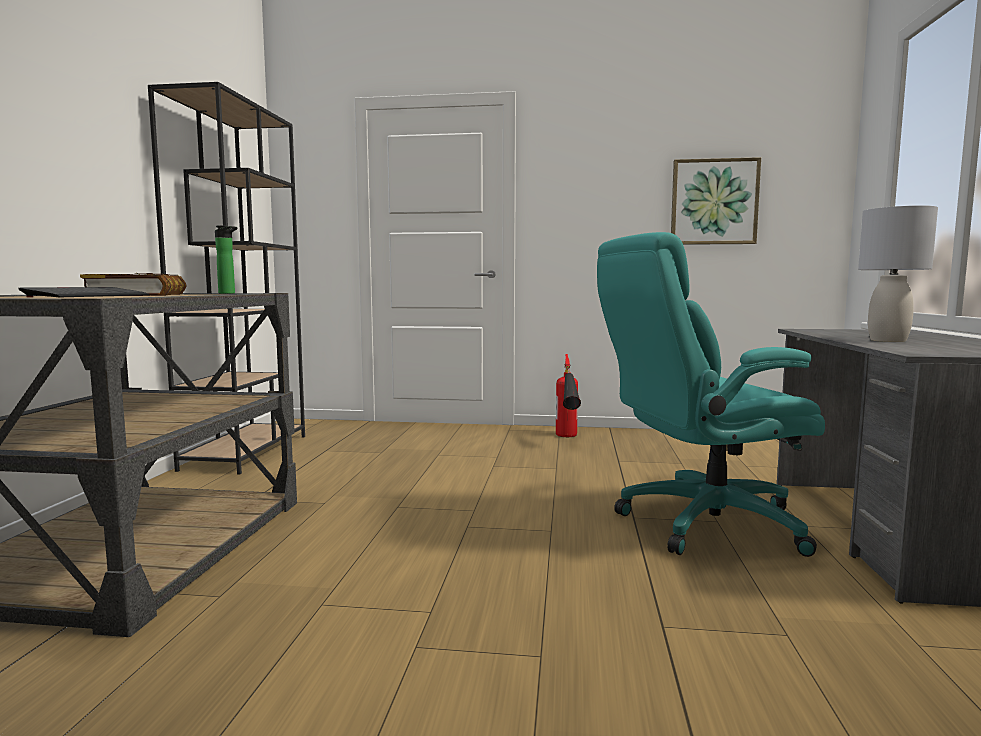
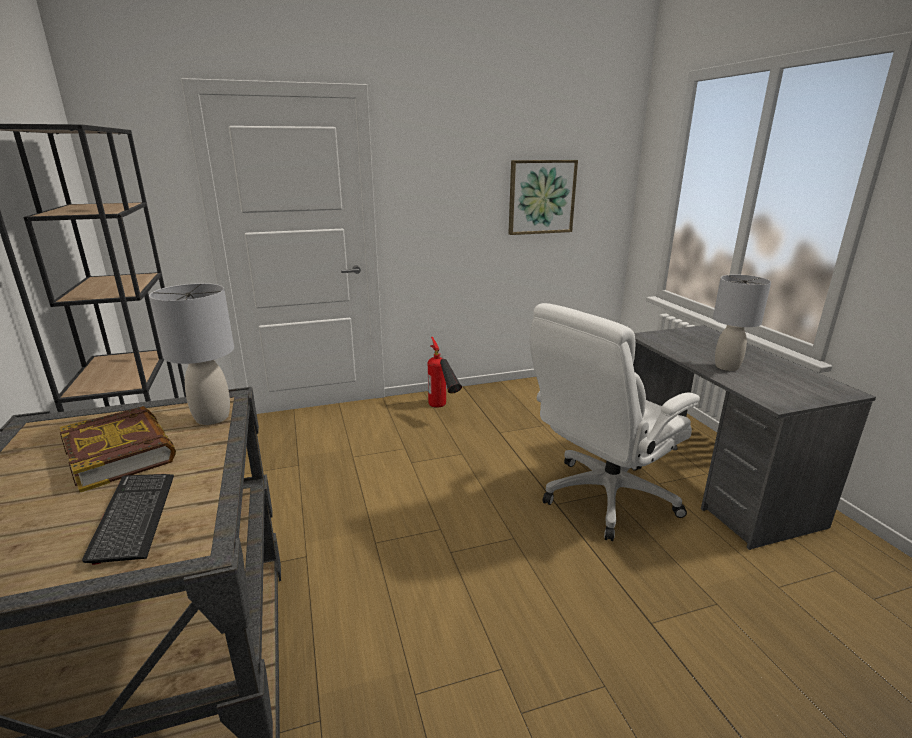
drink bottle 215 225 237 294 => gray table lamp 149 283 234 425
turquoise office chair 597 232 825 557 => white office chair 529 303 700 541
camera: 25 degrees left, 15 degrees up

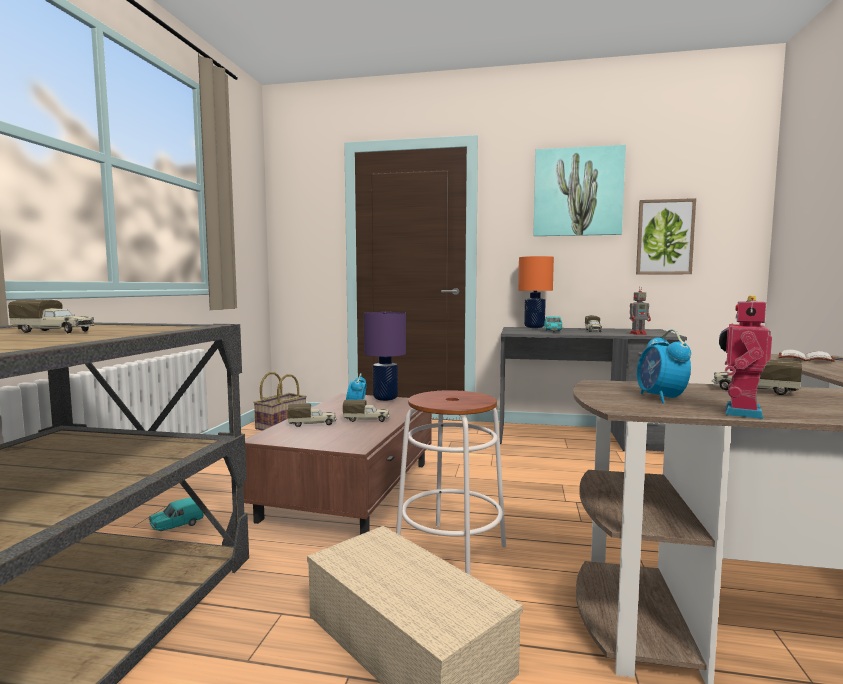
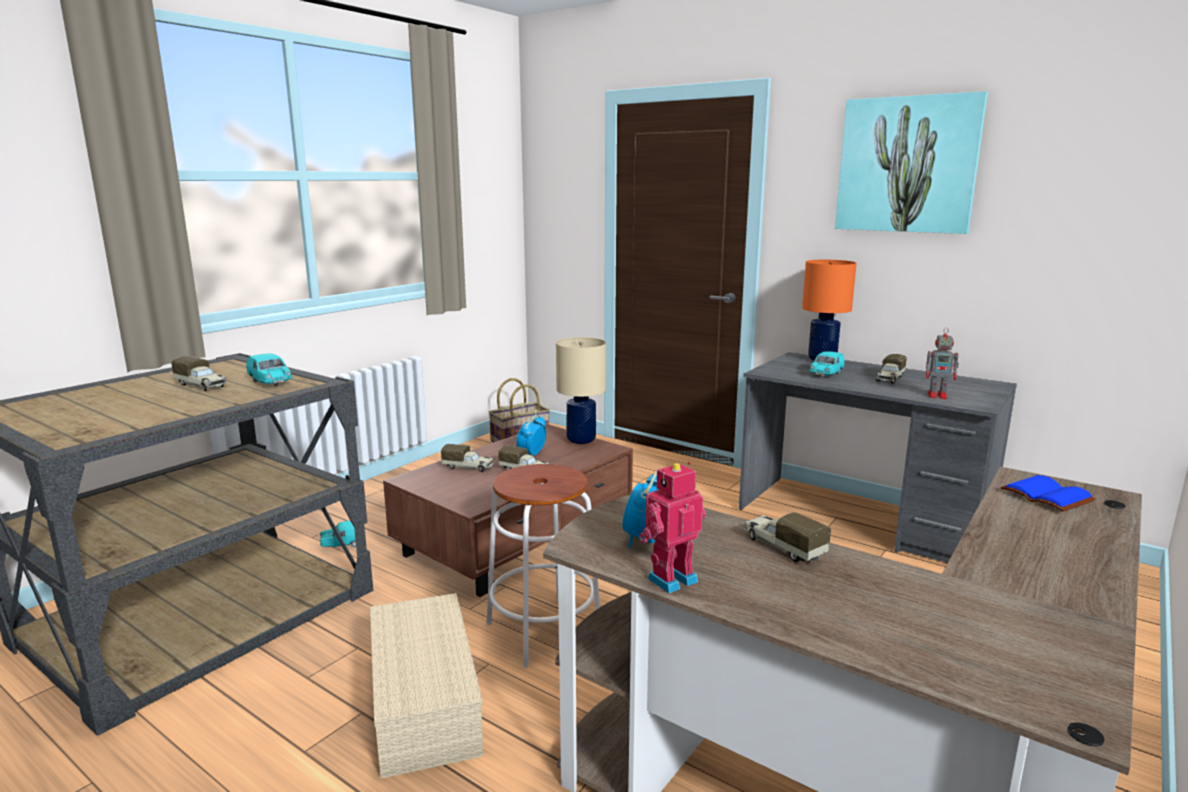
nothing => turquoise toy car 246 353 292 386
purple table lamp 364 312 406 401 => sand-coloured table lamp 556 337 606 444
white volume 779 350 835 362 => blue volume 1001 475 1096 512
picture 636 198 696 275 => nothing
camera: 25 degrees right, 10 degrees up

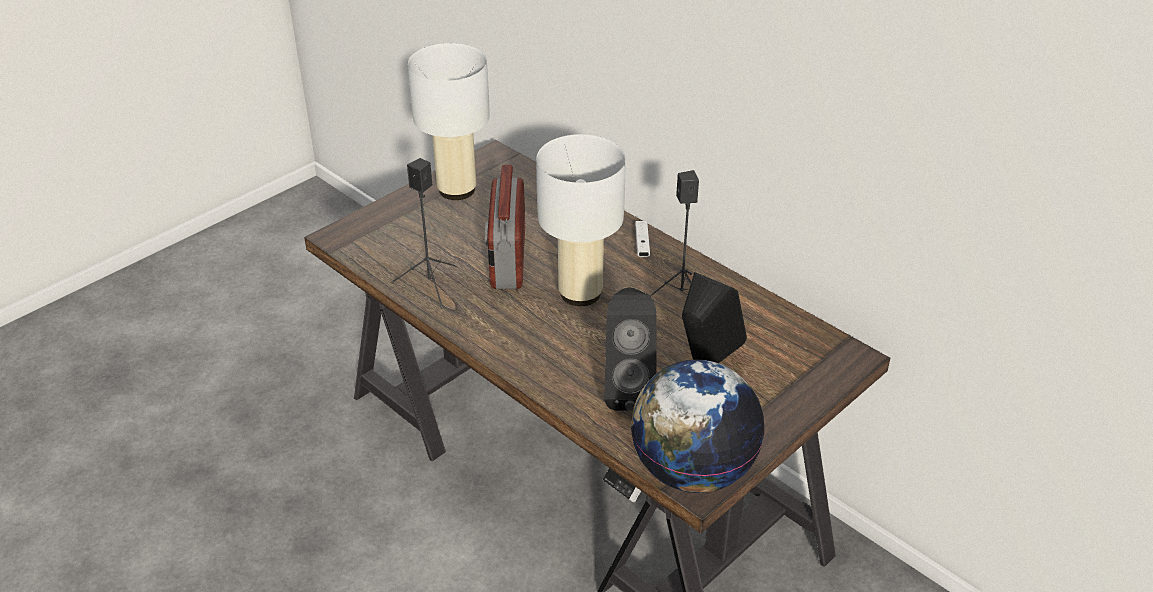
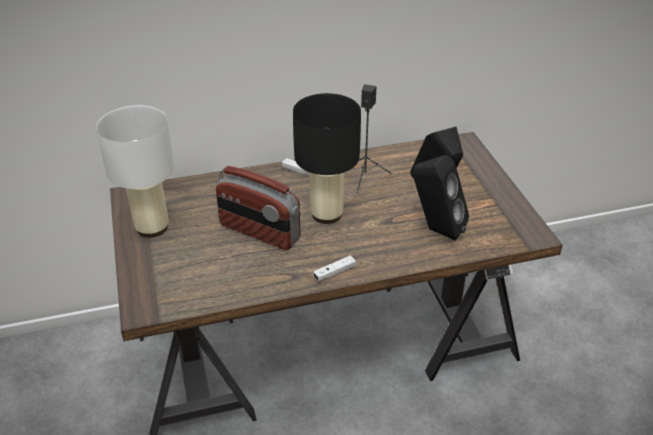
white table lamp 536 134 625 306 => black-coloured table lamp 293 93 361 224
nothing => white joypad 313 255 356 281
black-coloured speaker 392 158 456 308 => nothing
desk globe 631 360 765 493 => nothing
camera: 60 degrees left, 0 degrees up

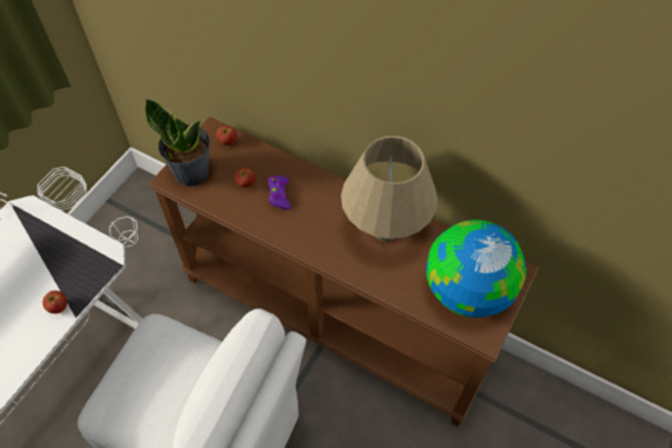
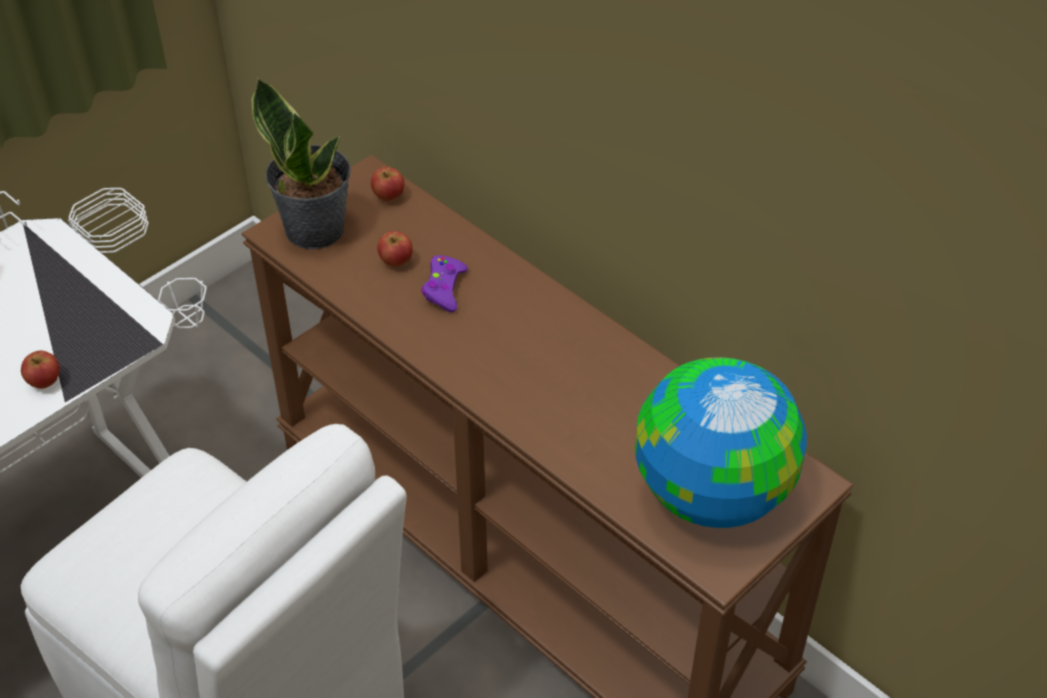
sand-coloured table lamp 341 136 438 242 => nothing
camera: 15 degrees right, 10 degrees down

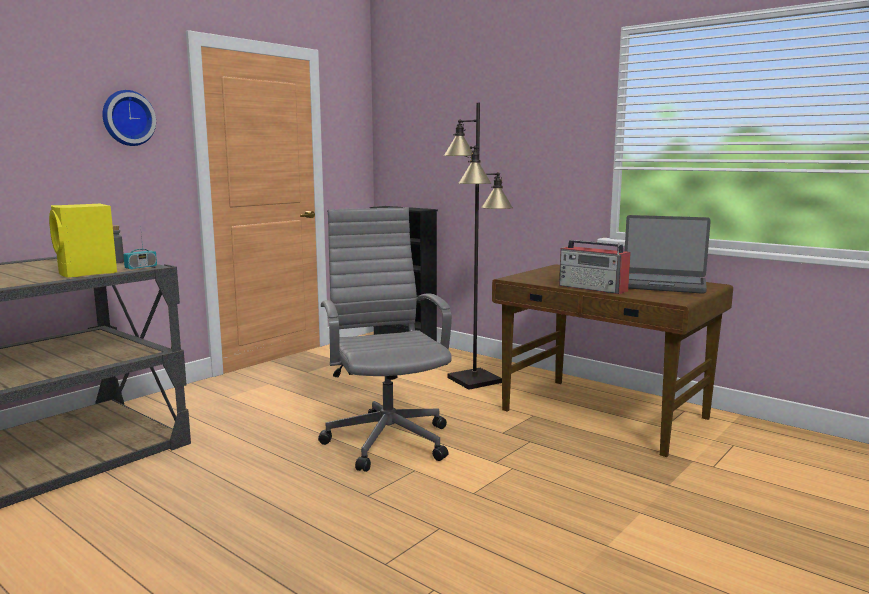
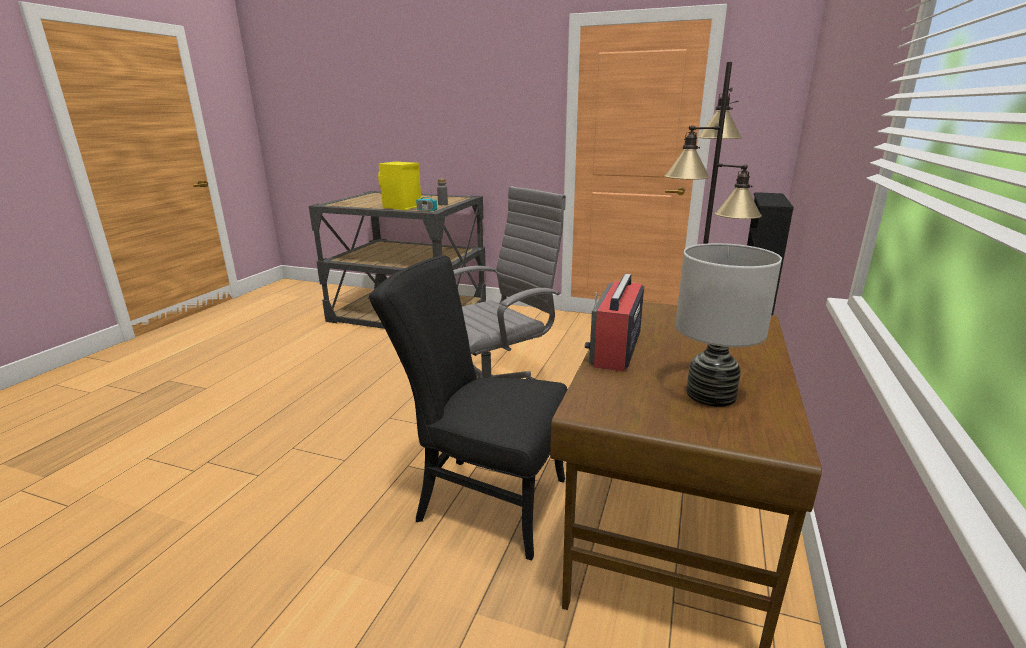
nothing => black-coloured plain chair 368 255 568 560
notebook computer 625 215 711 294 => gray table lamp 675 243 782 407
clock on the wall 102 90 156 146 => nothing
camera: 70 degrees right, 10 degrees up

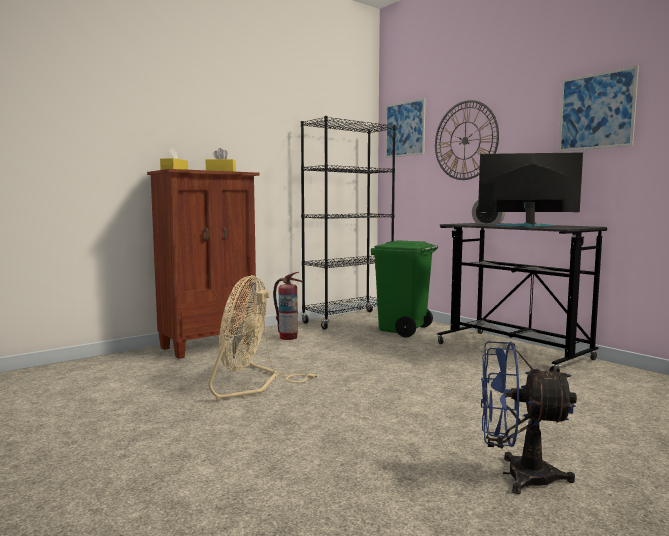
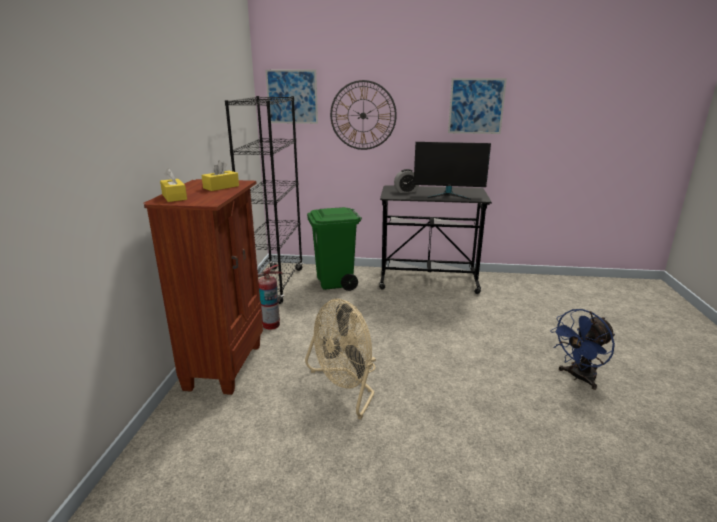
monitor 478 152 583 227 => monitor 414 142 491 200, 135 degrees counterclockwise
camera: 45 degrees left, 15 degrees up

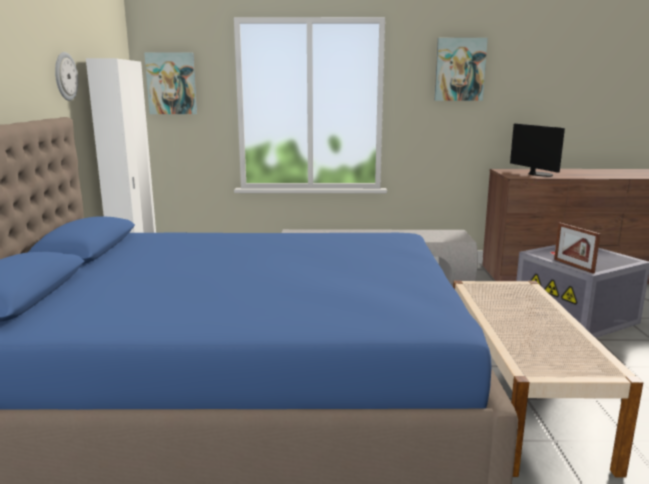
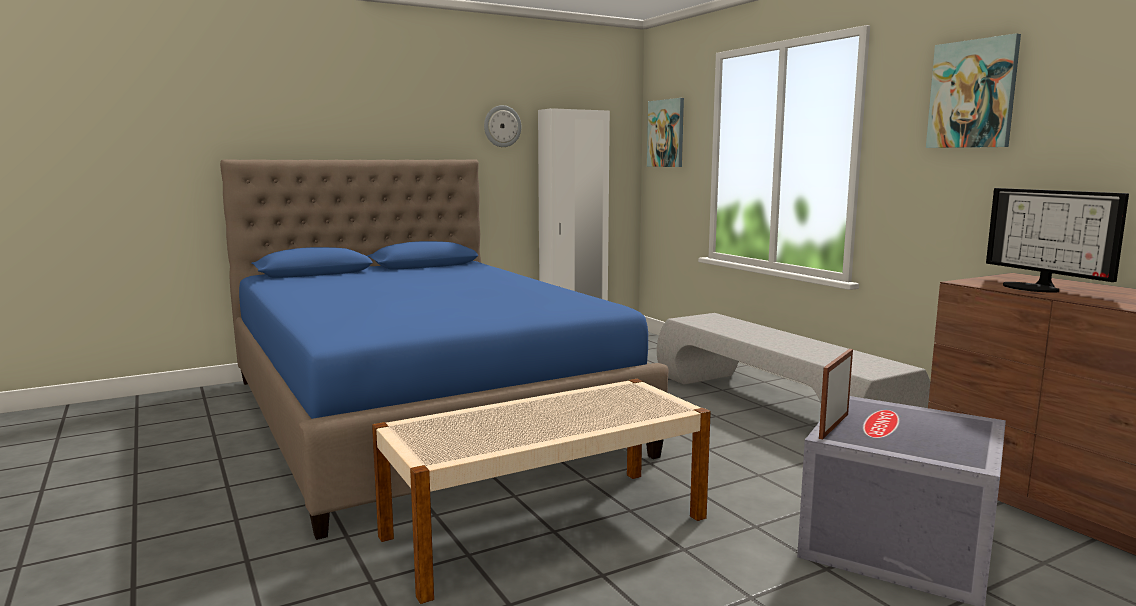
monitor 510 123 565 177 => monitor 986 188 1129 293, 120 degrees clockwise
camera: 60 degrees right, 5 degrees down

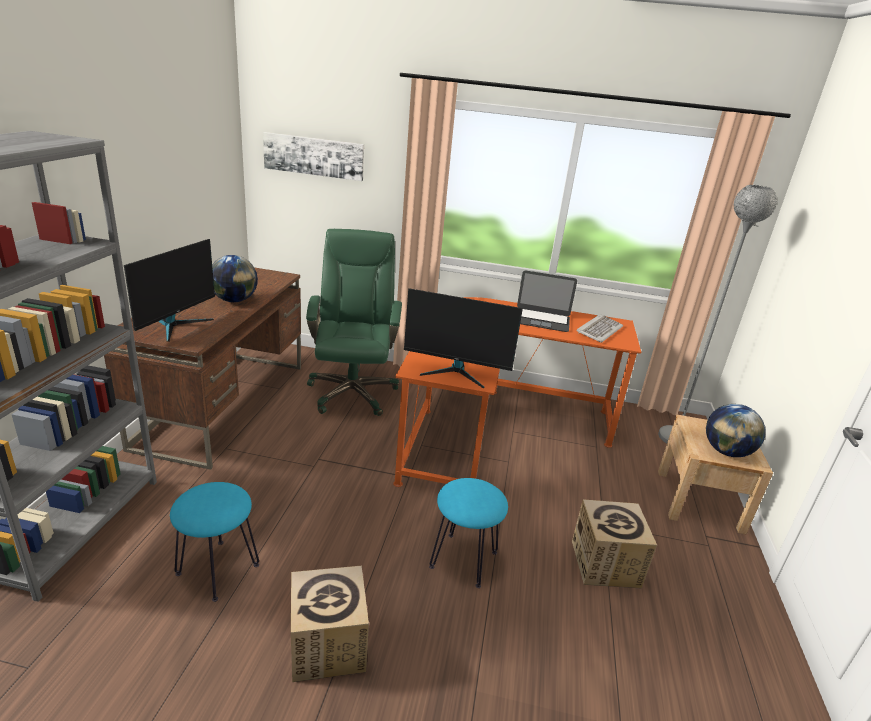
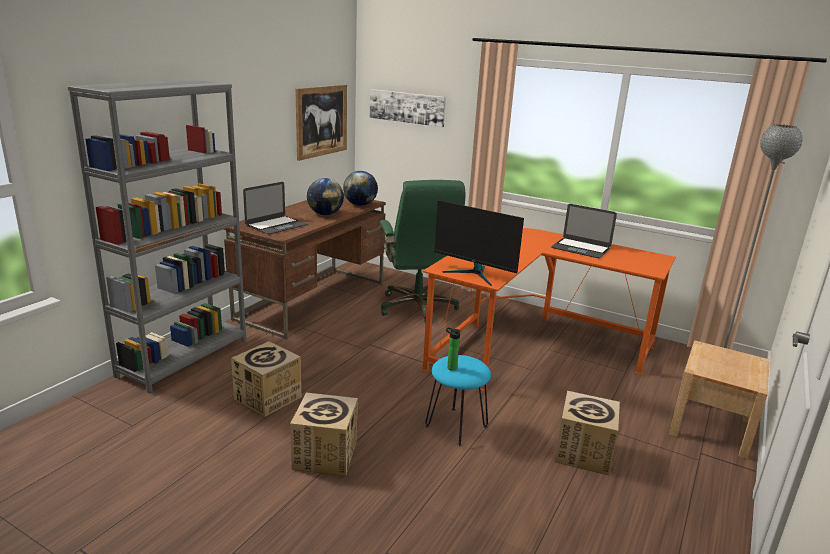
turquoise stool seat 170 482 259 602 => carton 231 341 301 417
monitor 124 239 215 342 => notebook computer 243 182 307 234
nothing => picture 295 85 347 161
desk globe 706 404 765 457 => desk globe 343 171 378 206, shifted
greenish office chair 306 229 402 416 => greenish office chair 379 180 466 323, 150 degrees clockwise
nothing => drink bottle 446 327 460 371
keyboard 576 314 623 343 => nothing
camera: 20 degrees right, 5 degrees down

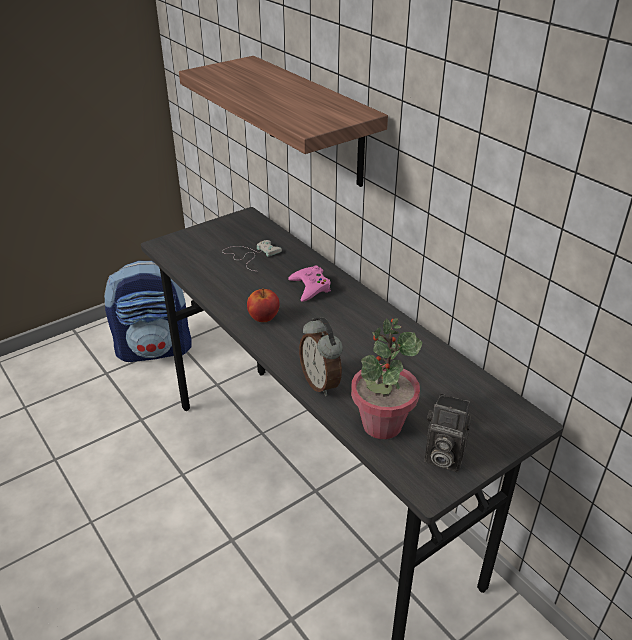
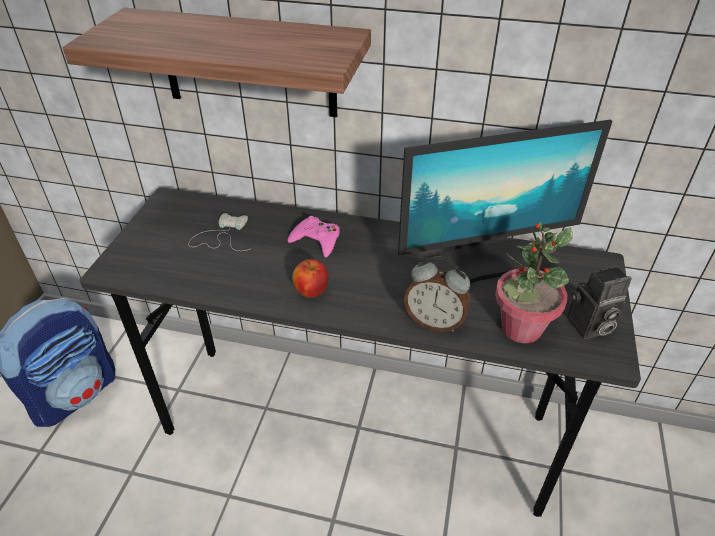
nothing => monitor 398 119 612 284
camera: 40 degrees left, 5 degrees up

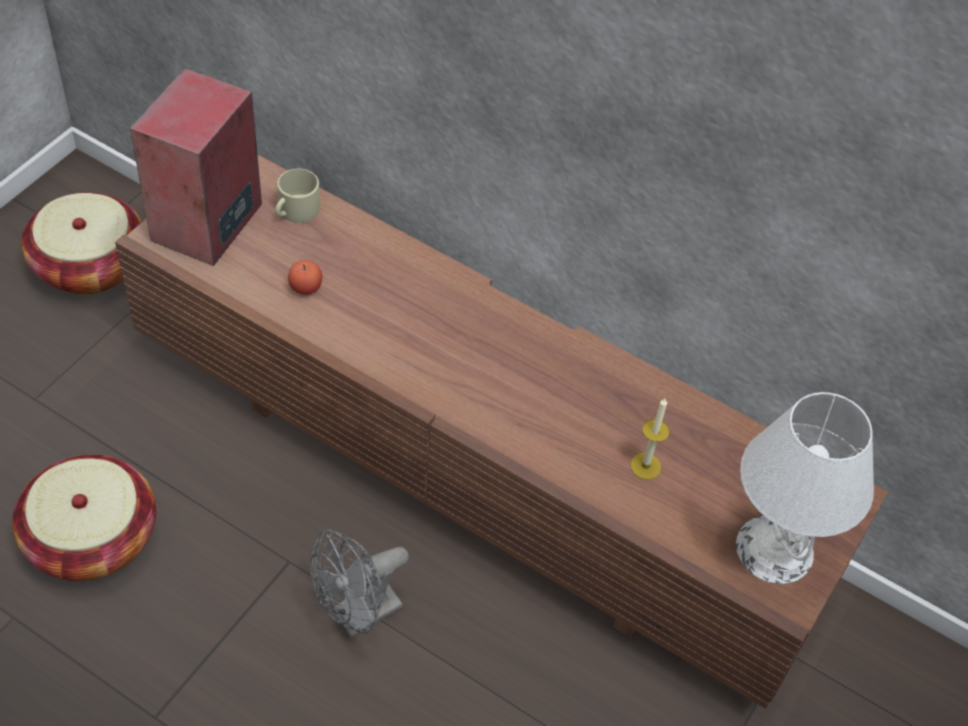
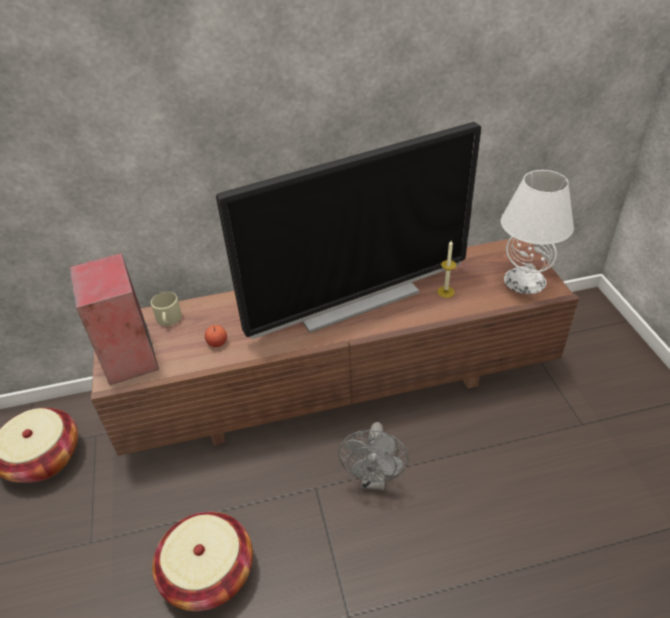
nothing => television 216 122 481 339
camera: 40 degrees left, 10 degrees down

